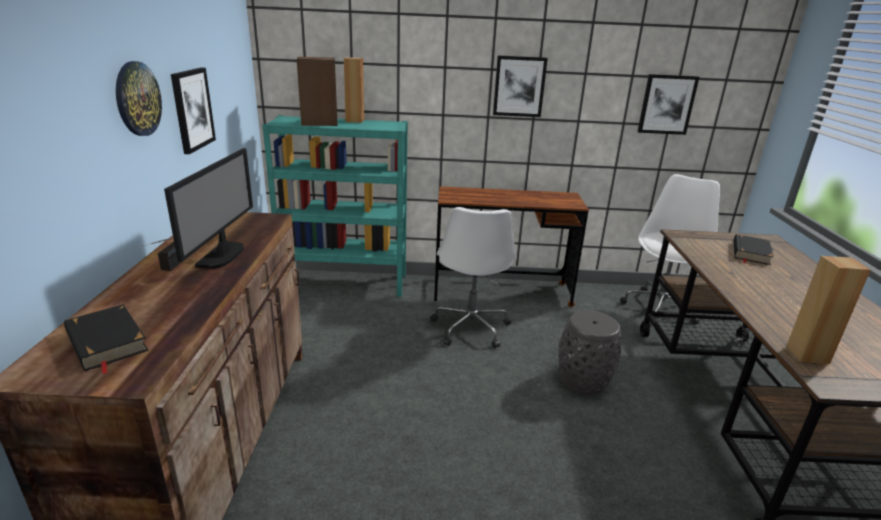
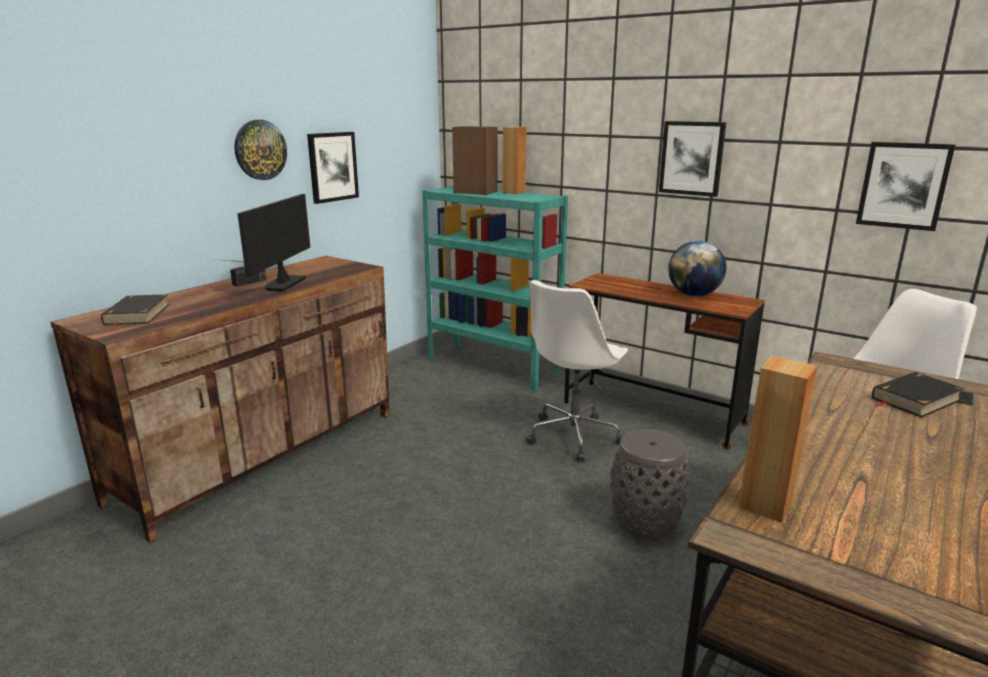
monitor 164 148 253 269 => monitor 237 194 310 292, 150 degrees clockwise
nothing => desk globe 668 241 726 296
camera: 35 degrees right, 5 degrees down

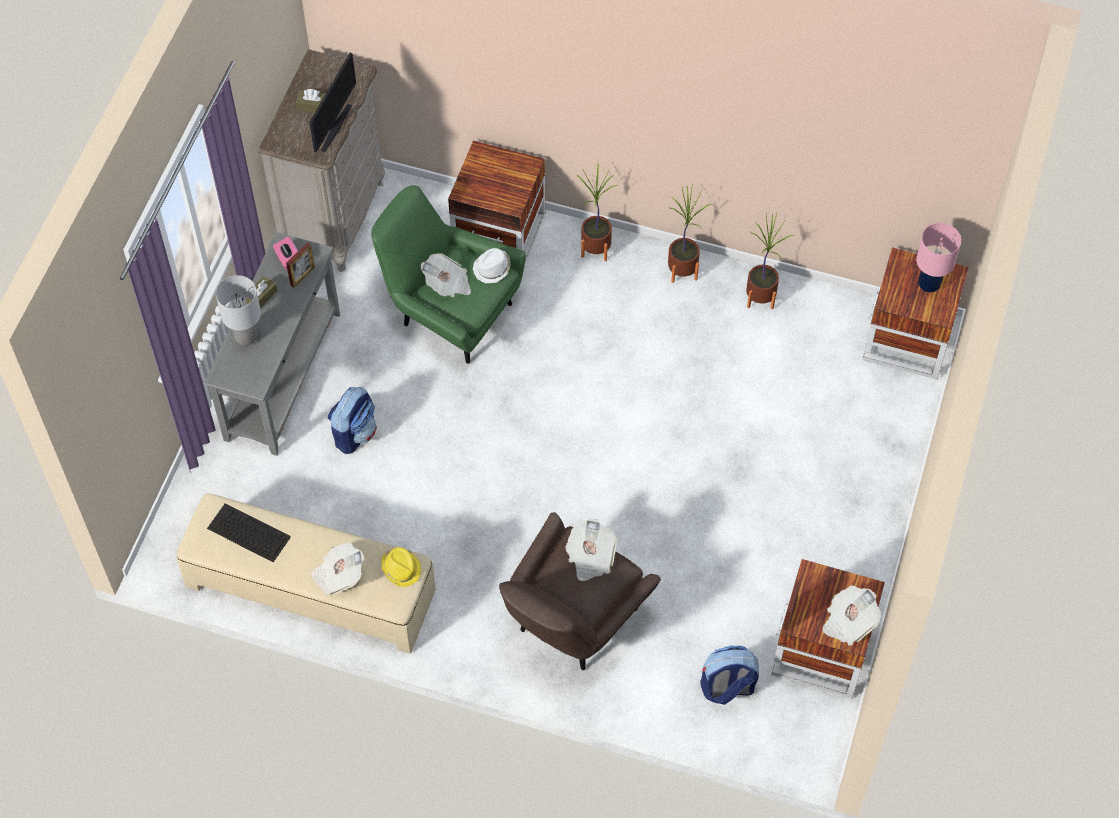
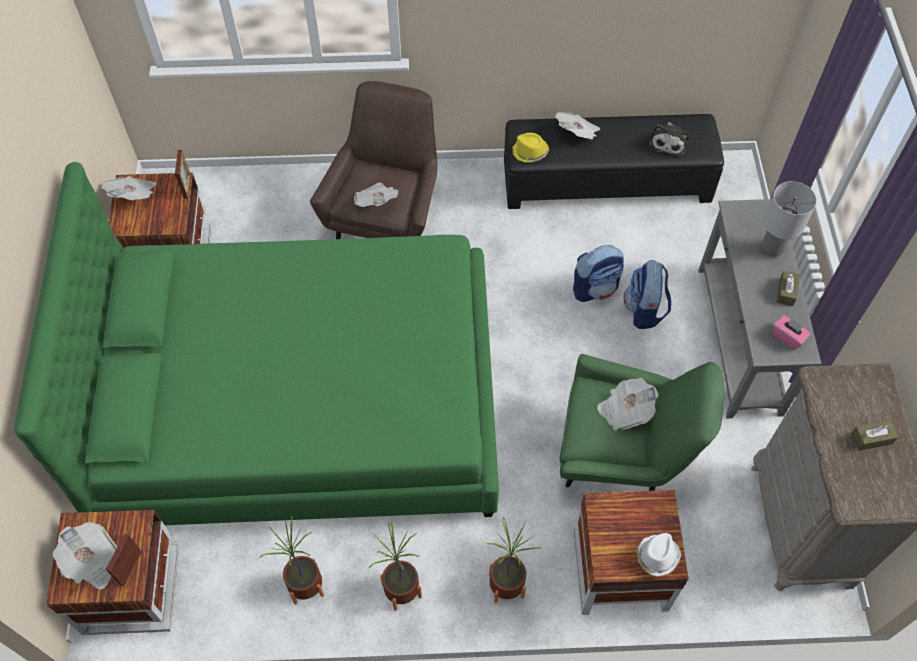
nothing => greenish sleeping bed 14 162 499 525
pink-coloured table lamp 916 223 961 292 => newspaper 53 522 117 590
picture frame 286 242 315 288 => picture frame 106 534 142 586, shifted
sand-coloured long seat 177 493 436 653 => black-coloured long seat 504 114 724 209
knapsack 700 645 759 705 => knapsack 573 245 624 302, shifted
white hat 473 248 510 283 => white hat 636 533 681 576, shifted
keyboard 207 503 291 562 => plush toy 650 122 690 157
monitor 309 53 356 152 => nothing
camera: 160 degrees right, 0 degrees up

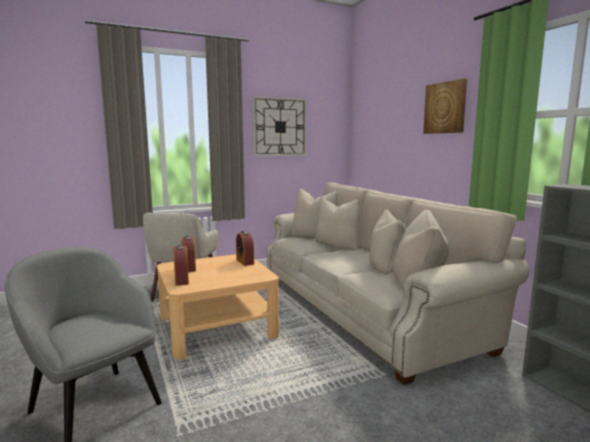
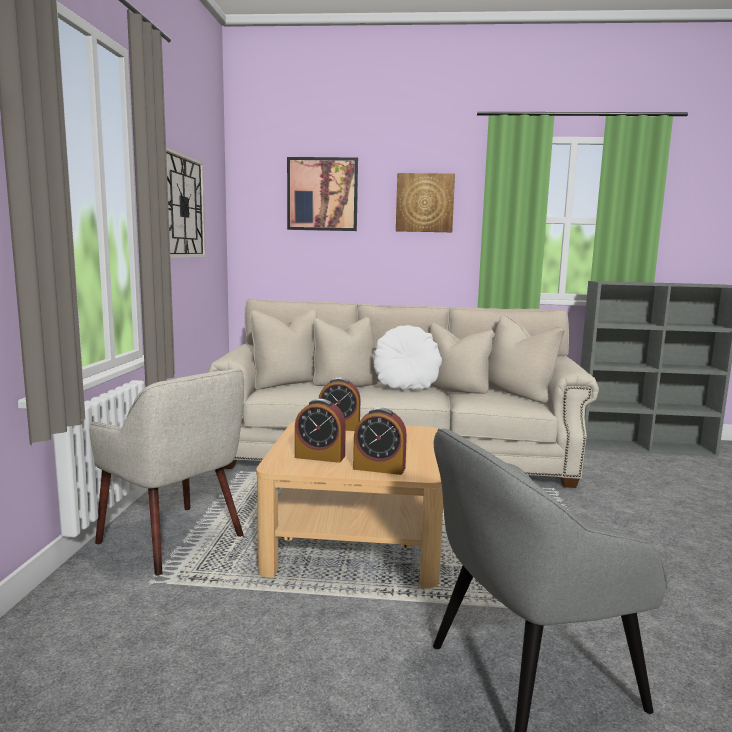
nothing => picture 287 157 358 231
nothing => white throw pillow 373 325 442 390
camera: 60 degrees left, 0 degrees up

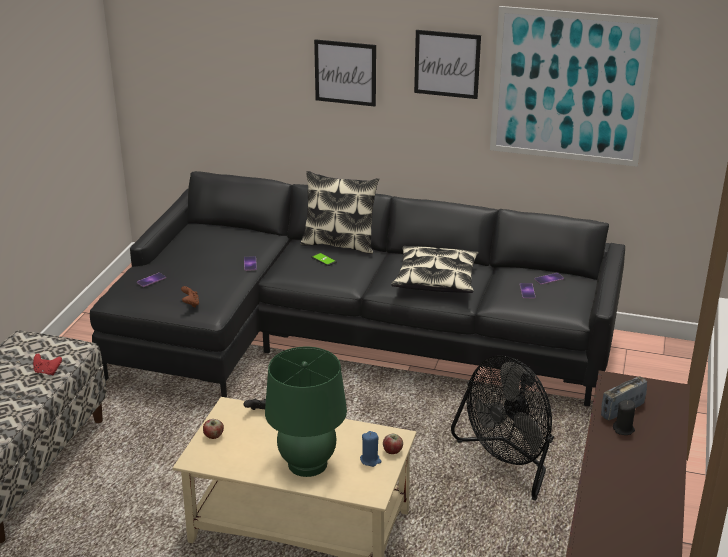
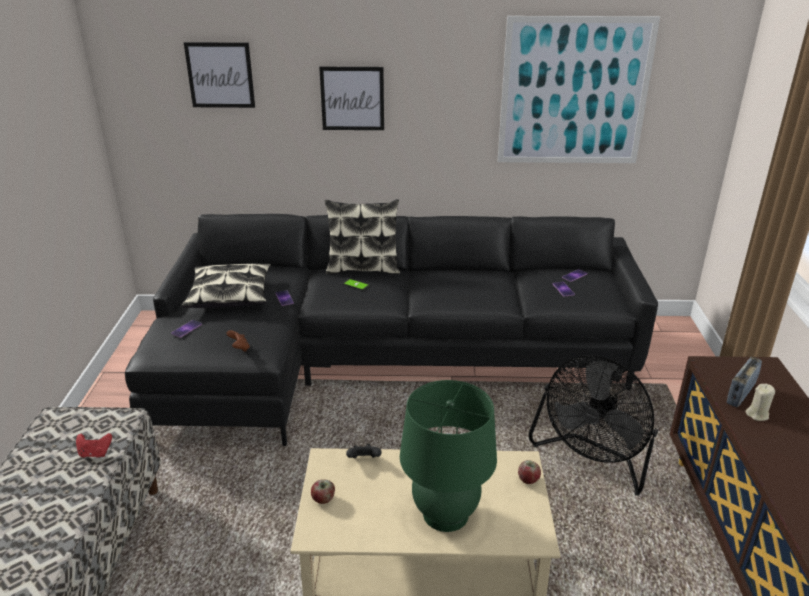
throw pillow 391 246 479 293 => throw pillow 181 263 271 308, shifted
picture 414 30 481 99 => picture 184 42 255 108, shifted
black-coloured wax candle 613 400 635 435 => sand-coloured wax candle 746 384 775 421
blue wax candle 360 431 382 467 => nothing
camera: 15 degrees left, 0 degrees up

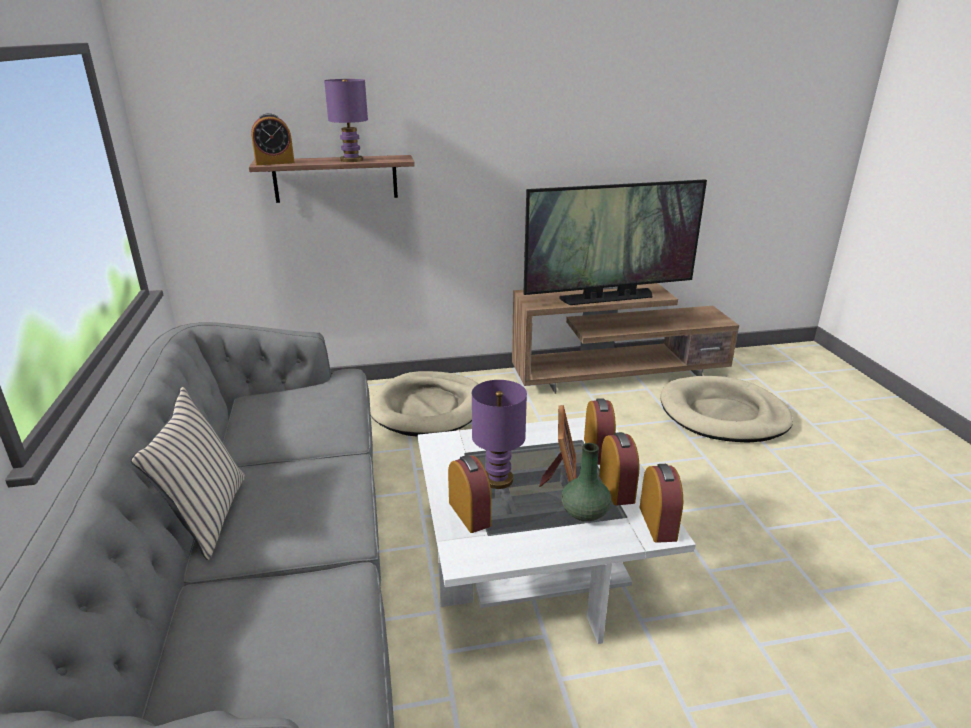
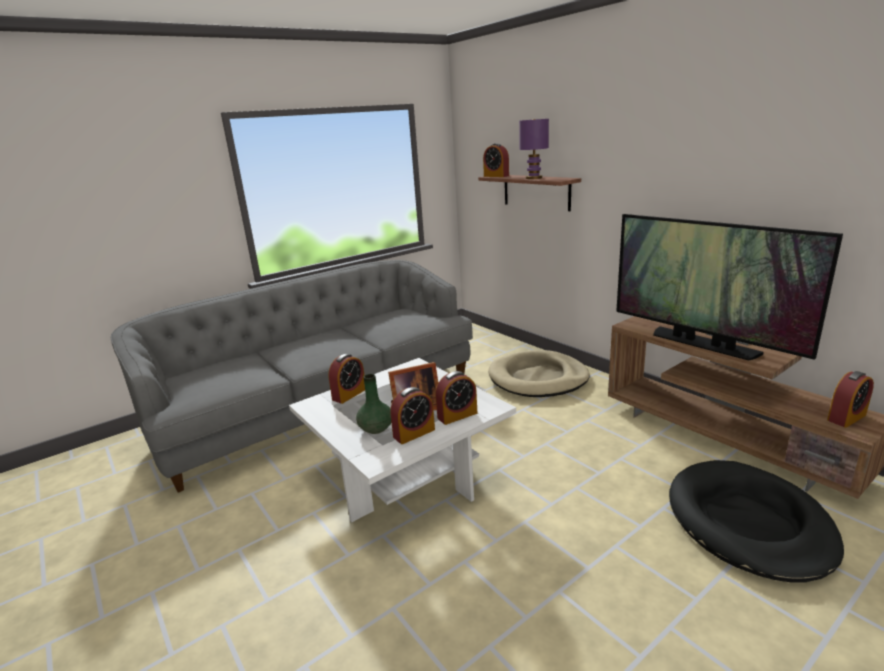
sand-coloured dog cushion 661 376 793 443 => black-coloured dog cushion 669 460 844 582
alarm clock 639 464 683 543 => alarm clock 827 371 874 428, shifted
sand-coloured throw pillow 131 386 245 560 => nothing
purple table lamp 472 380 527 489 => nothing
camera: 65 degrees right, 5 degrees down

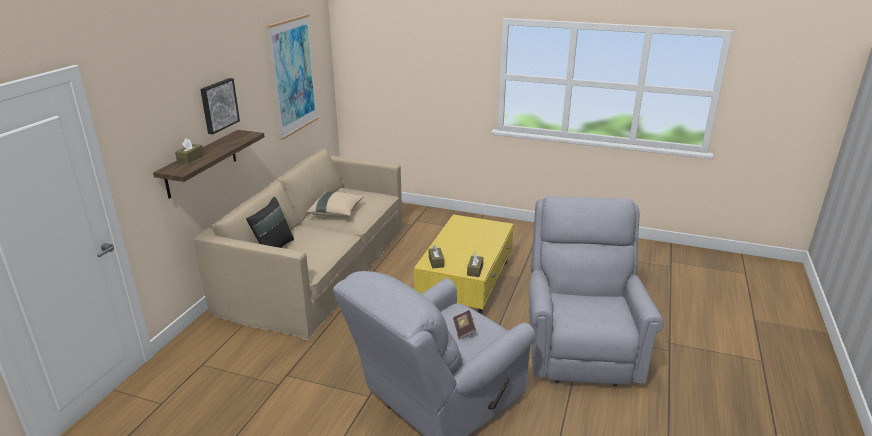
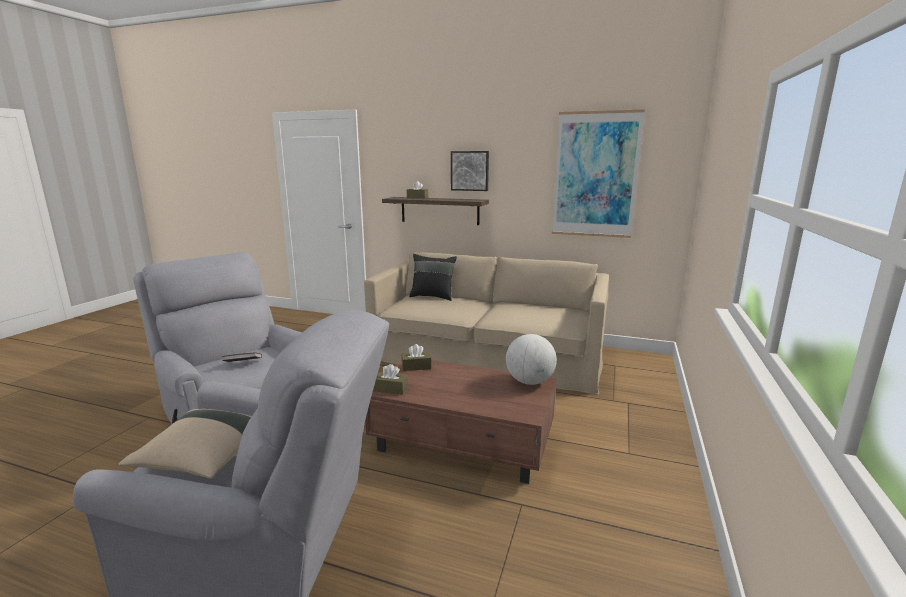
sand-coloured throw pillow 307 192 364 217 => sand-coloured throw pillow 118 409 252 479, shifted
yellowish low table 414 215 514 314 => brown low table 365 360 556 484
nothing => desk globe 506 334 557 385
camera: 90 degrees right, 10 degrees down

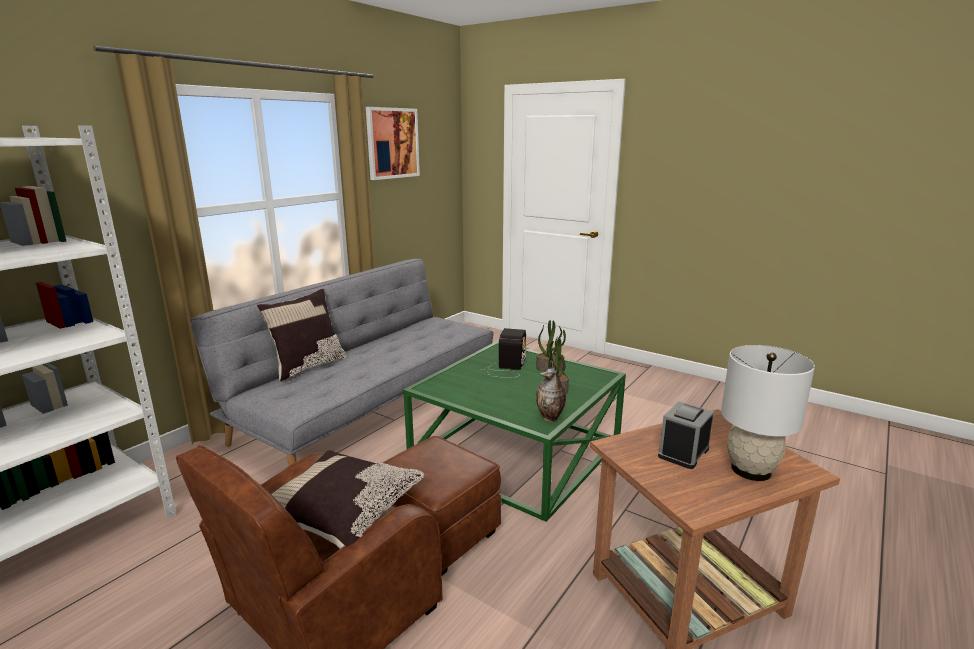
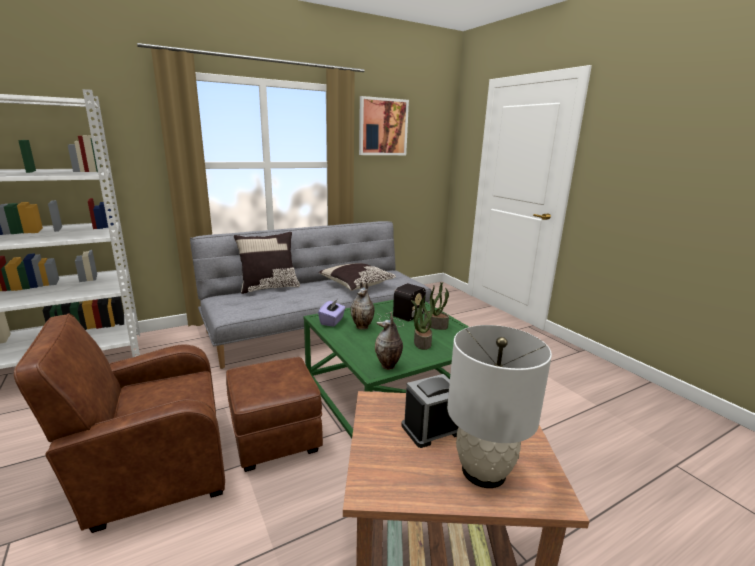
throw pillow 271 450 424 549 => throw pillow 318 263 396 291, shifted
nothing => purple tissue box 318 299 346 327
nothing => decorative vase 351 282 375 330
camera: 25 degrees right, 0 degrees up

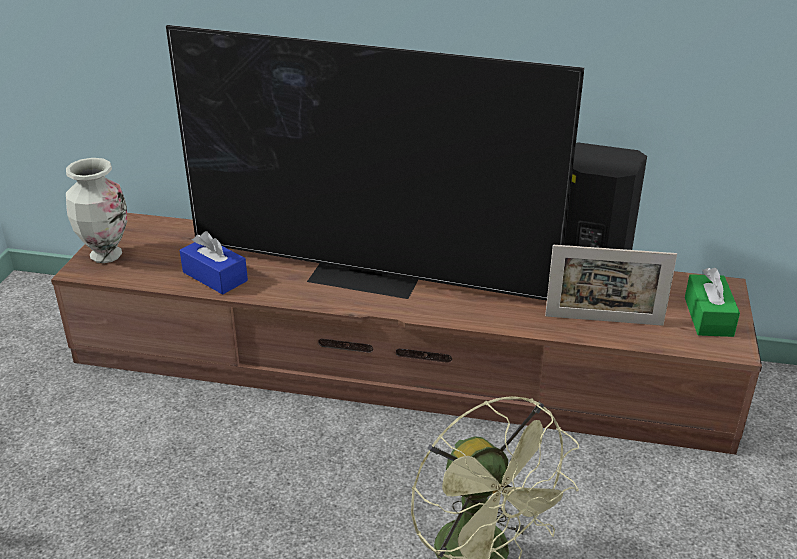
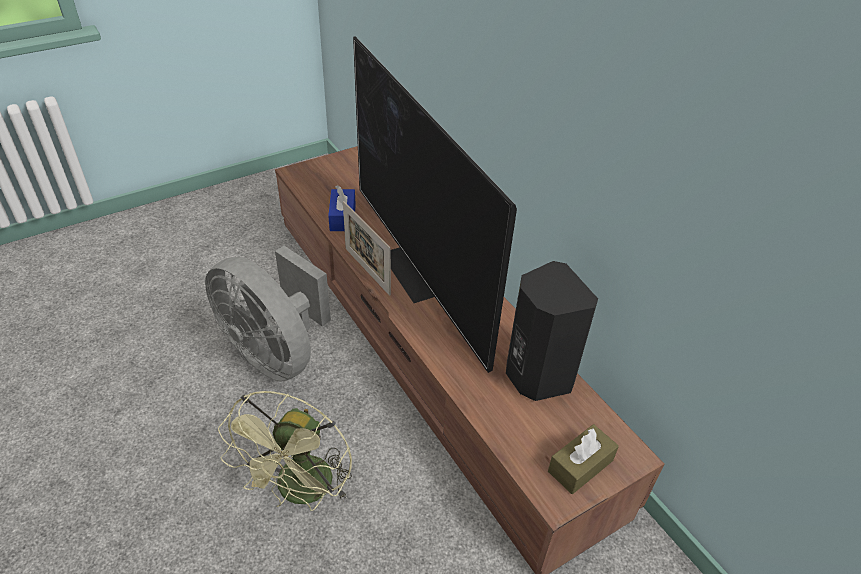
nothing => gray fan 205 246 331 382
picture frame 545 245 677 326 => picture frame 343 201 391 296, shifted
greenish tissue box 685 268 740 337 => brown tissue box 548 424 619 494
decorative vase 66 158 127 263 => nothing
camera: 45 degrees right, 10 degrees up

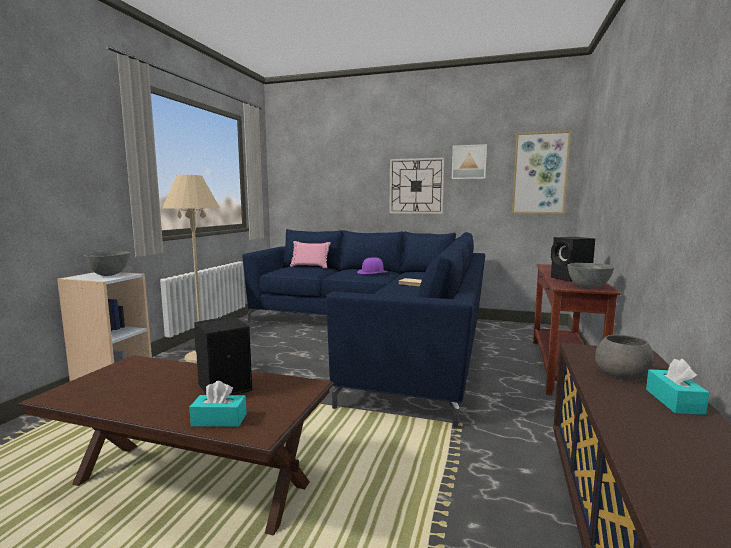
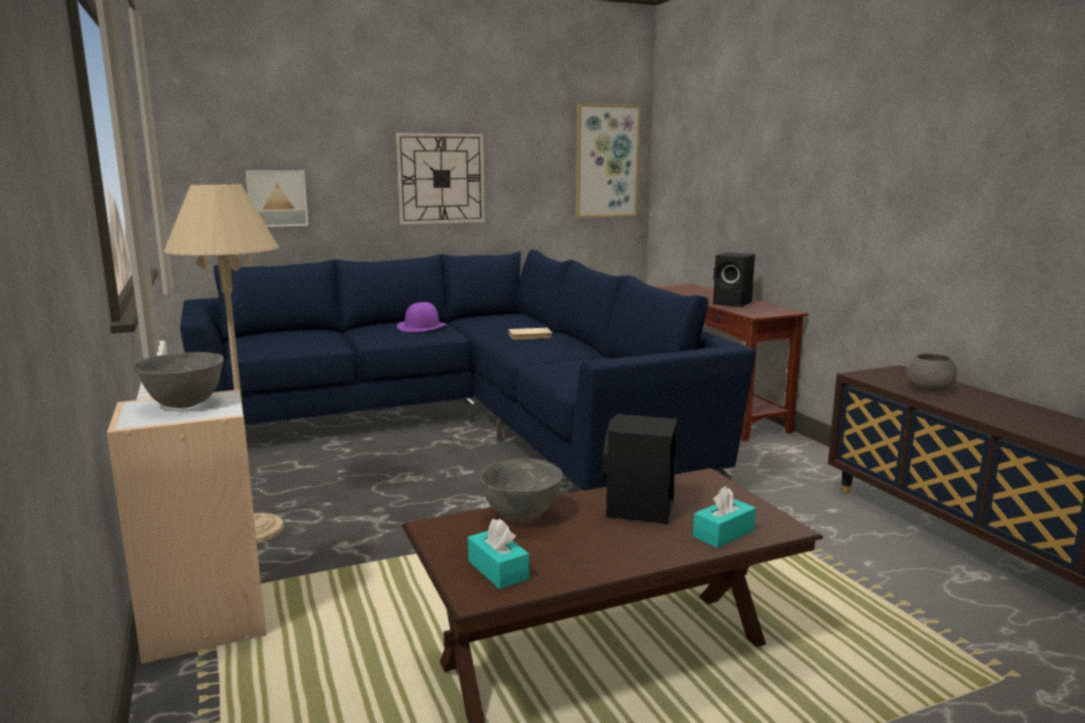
picture 452 144 487 179 => picture 246 170 309 227, shifted
turquoise tissue box 646 359 709 415 => turquoise tissue box 468 519 529 589, shifted
gray deep dish 568 263 614 289 => gray deep dish 480 458 563 521, shifted
pink-coloured throw pillow 290 241 331 268 => nothing
camera: 40 degrees left, 5 degrees up

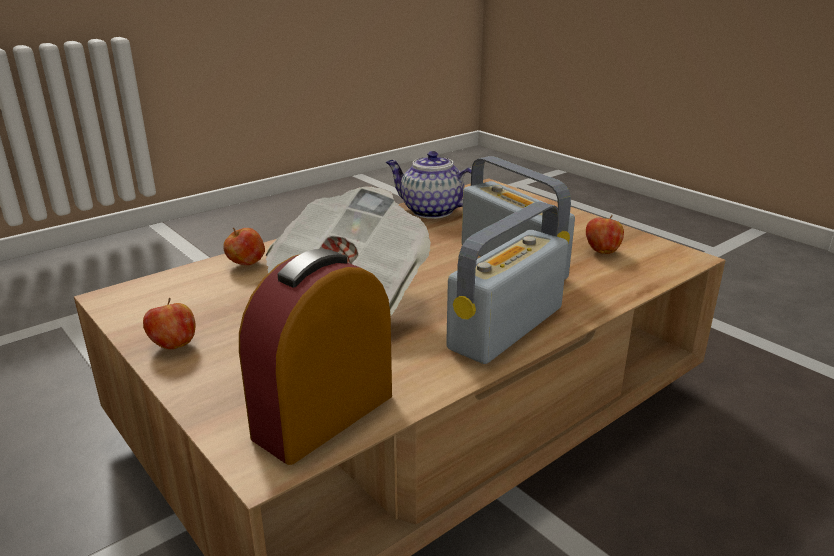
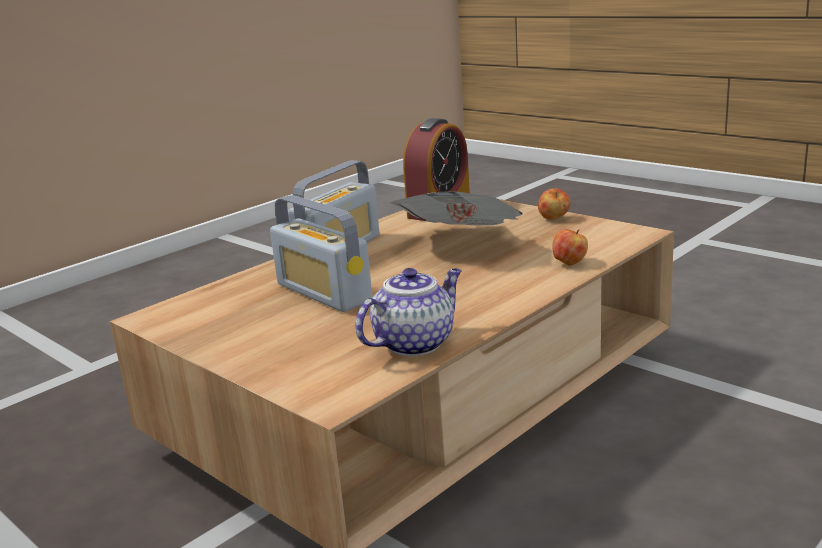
teapot 386 151 472 219 => teapot 355 268 462 356, 60 degrees counterclockwise
whole apple 586 215 624 254 => nothing
camera: 175 degrees right, 5 degrees down

